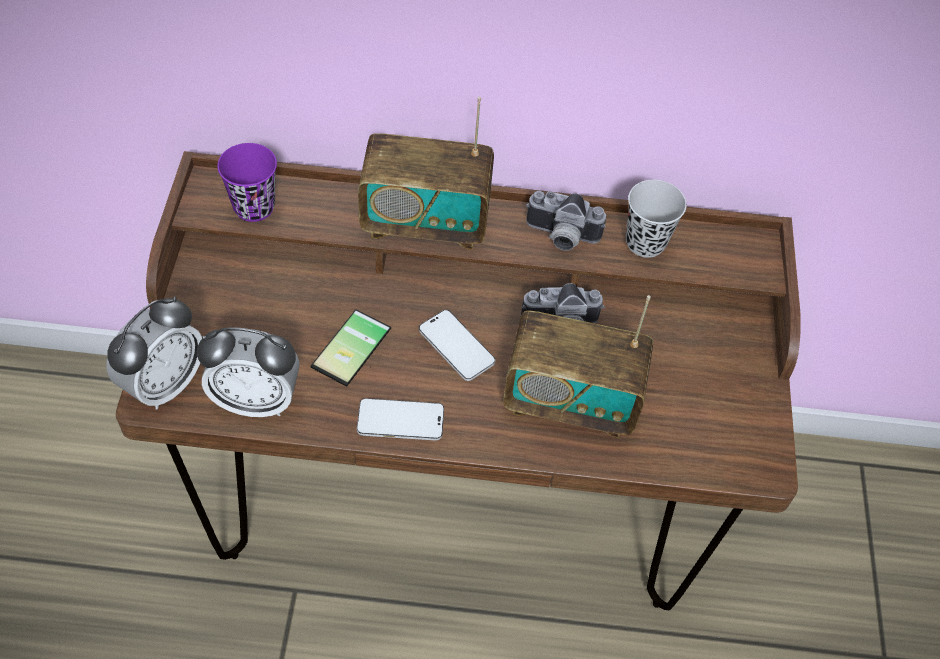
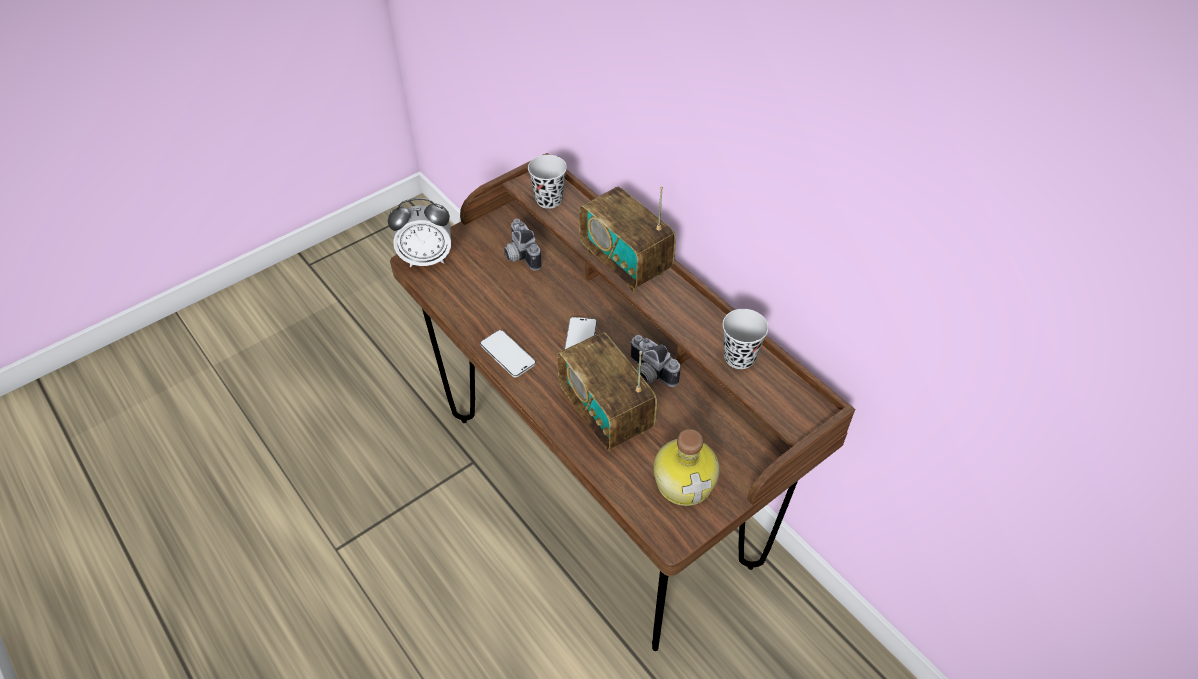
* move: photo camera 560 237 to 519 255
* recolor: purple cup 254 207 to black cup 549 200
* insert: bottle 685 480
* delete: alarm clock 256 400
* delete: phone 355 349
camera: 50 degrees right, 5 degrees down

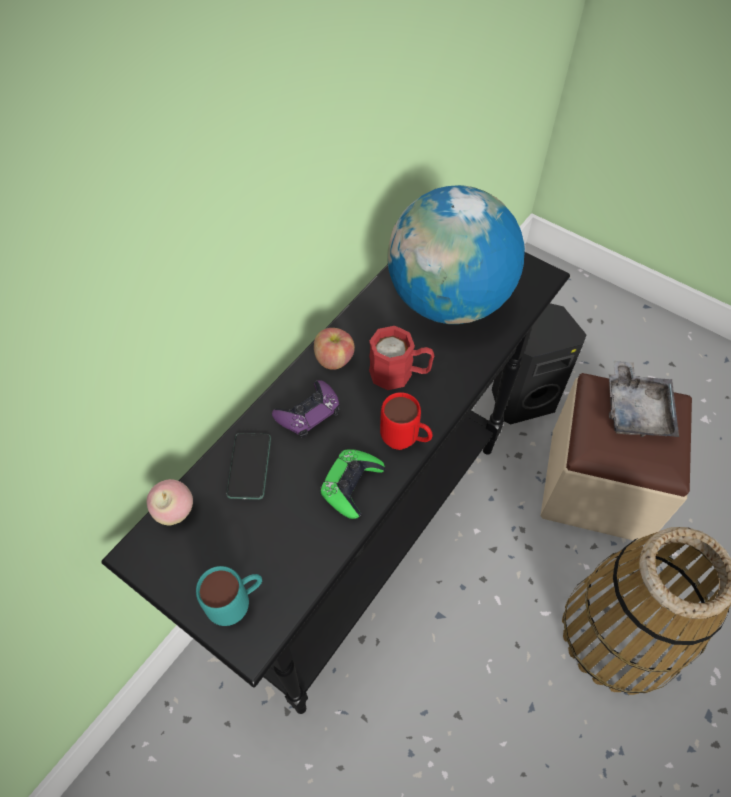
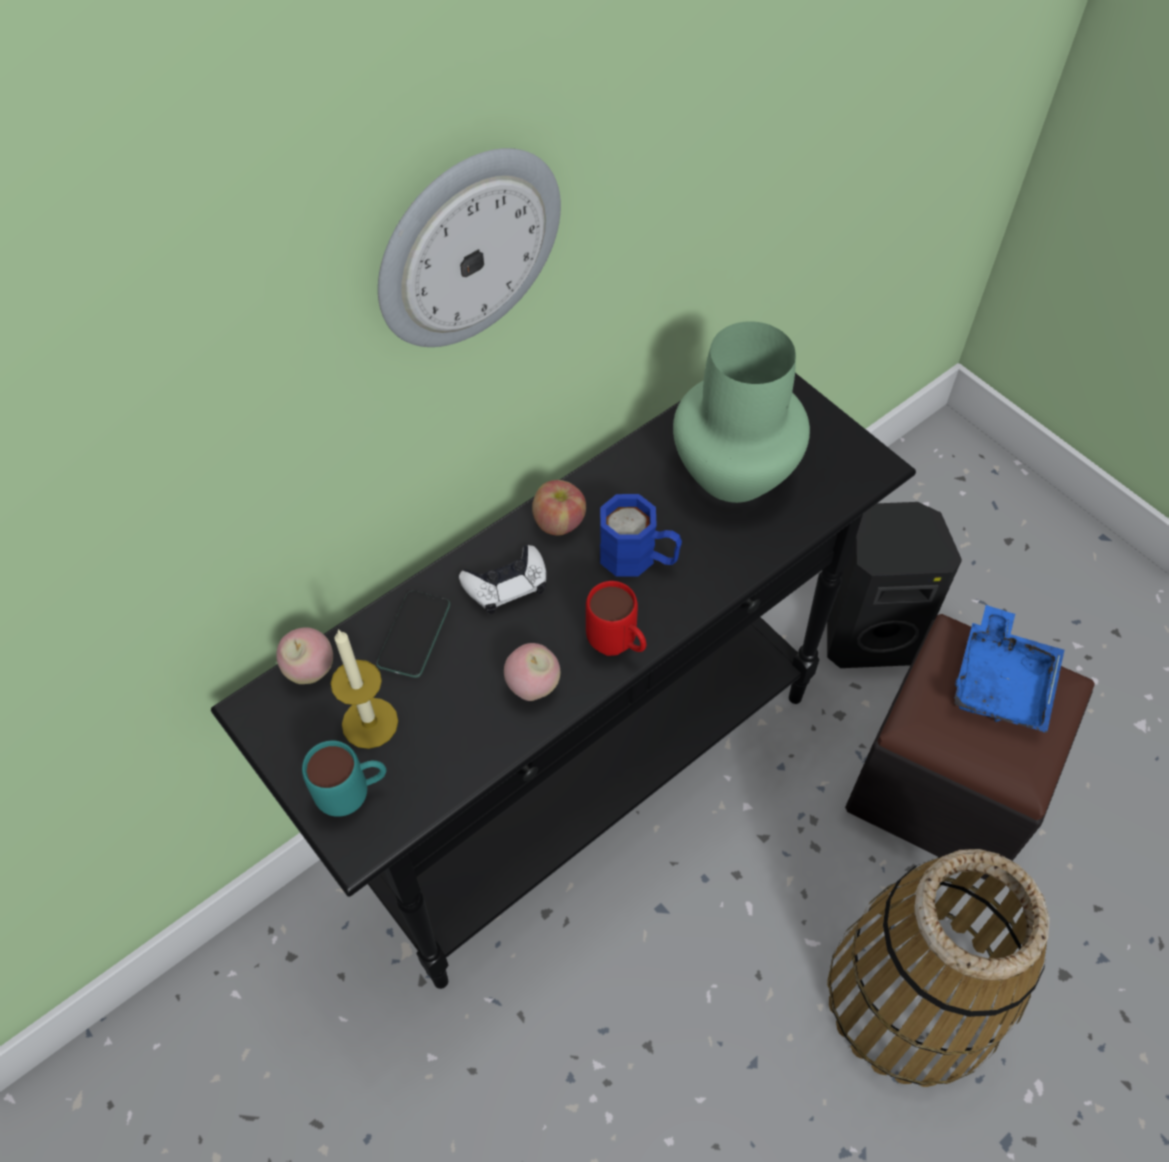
* insert: candle 370 723
* insert: wall clock 467 247
* recolor: purple game controller 308 412 to white game controller 506 584
* replace: green game controller 351 485 to apple 533 686
* recolor: red mug 400 373 to blue mug 638 558
* replace: globe 448 301 to green vase 733 474
* recolor: beige ottoman 598 484 to black ottoman 945 783
* recolor: grey tray 636 409 to blue tray 1002 682
camera: 15 degrees right, 0 degrees up

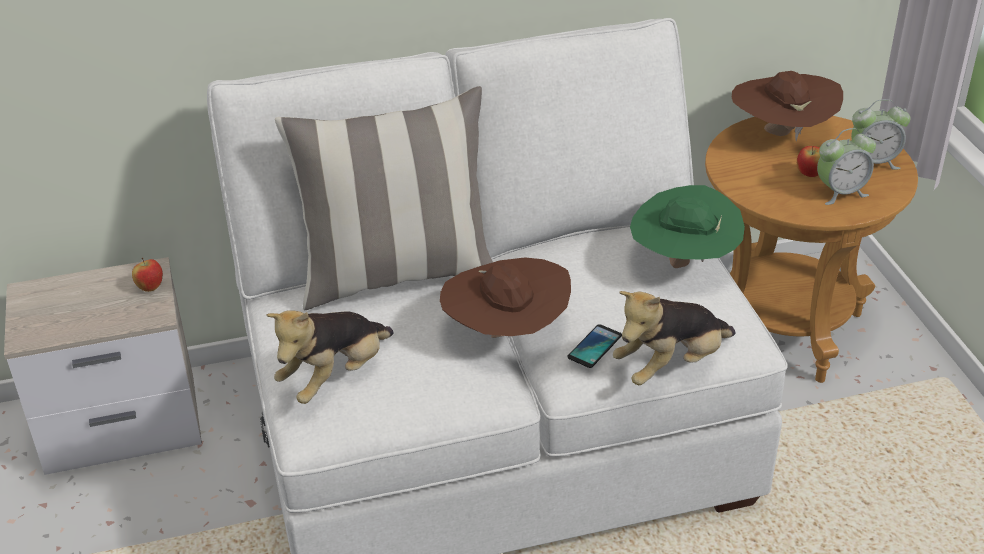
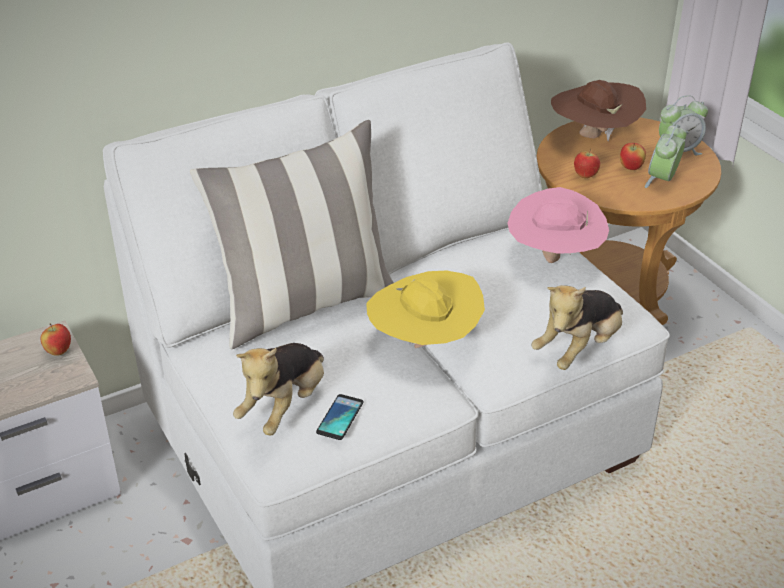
* move: phone 594 347 to 340 417
* recolor: brown hat 506 334 to yellow hat 425 343
* recolor: green hat 683 263 to pink hat 554 258
* insert: apple 585 176
* rotate: alarm clock 840 193 = 662 180 150 degrees clockwise
camera: 15 degrees left, 0 degrees up

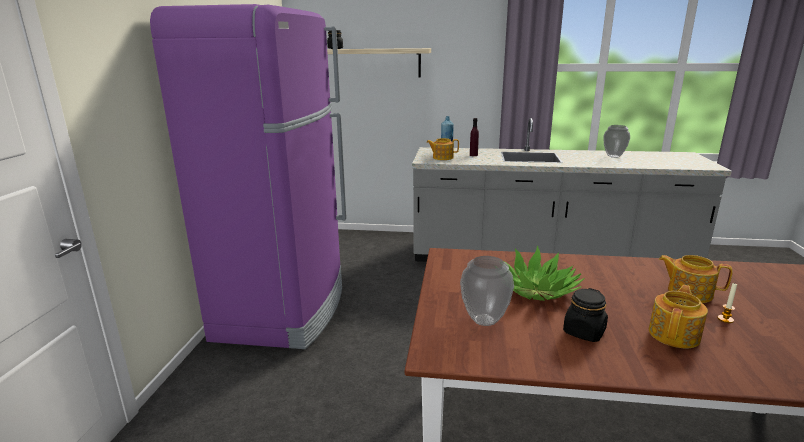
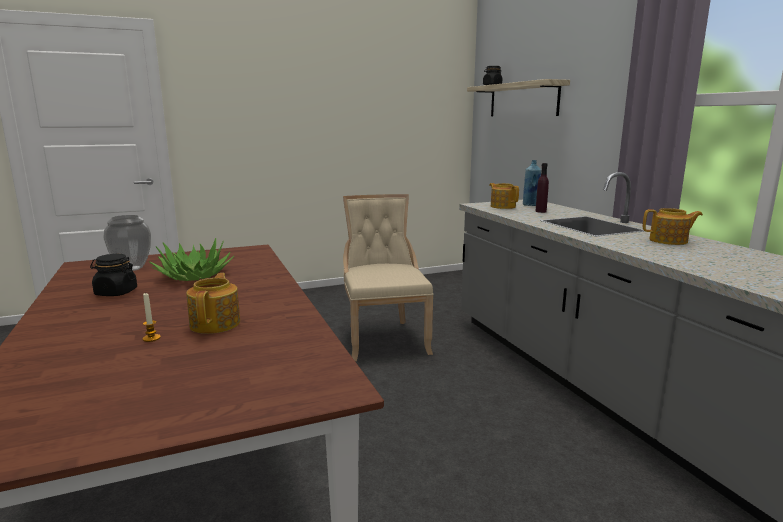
* insert: beige chair 384 338
* move: teapot 675 334 to 669 241
* delete: purple fridge 284 310
* delete: vase 613 156
camera: 60 degrees right, 5 degrees down

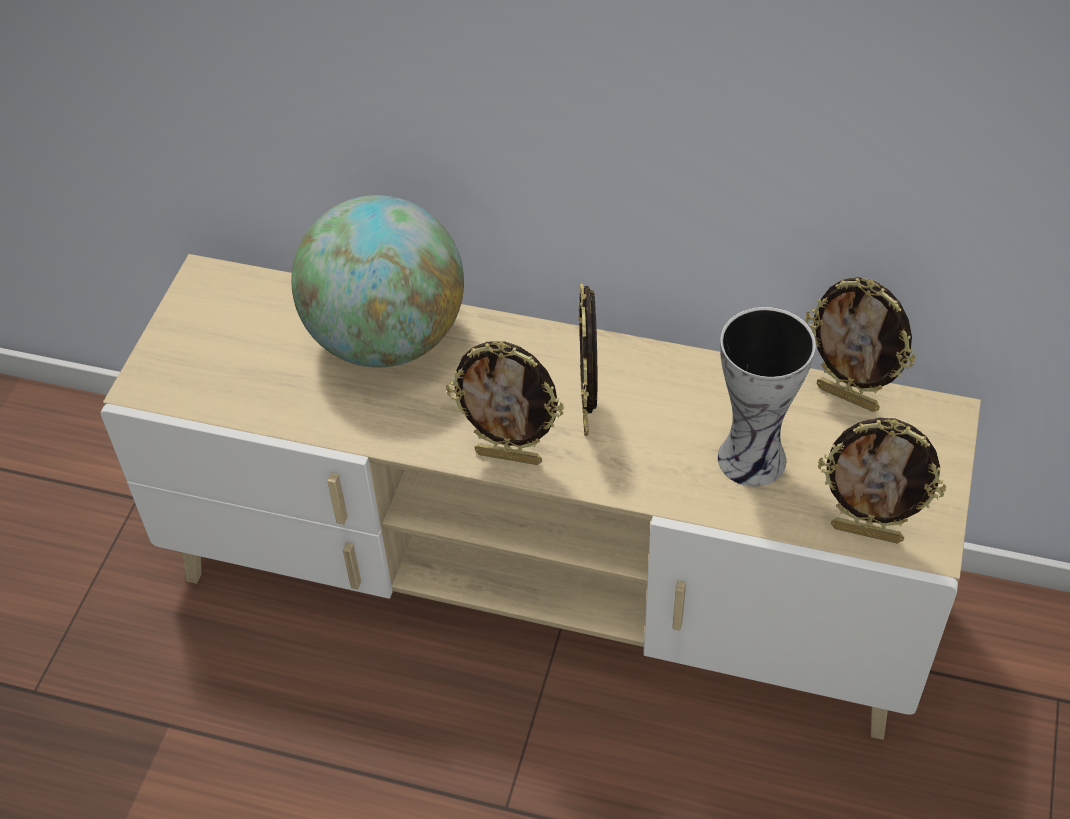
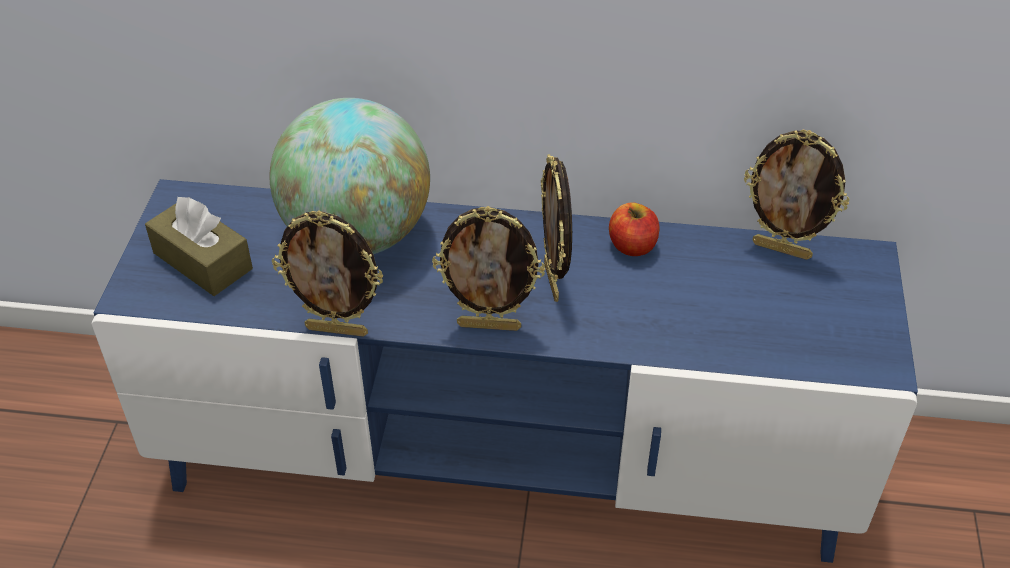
* recolor: beige tv stand 542 583 to blue tv stand 505 459
* insert: brown tissue box 202 261
* move: picture frame 867 532 to 337 329
* insert: apple 632 246
* delete: vase 755 458
camera: 10 degrees left, 5 degrees down

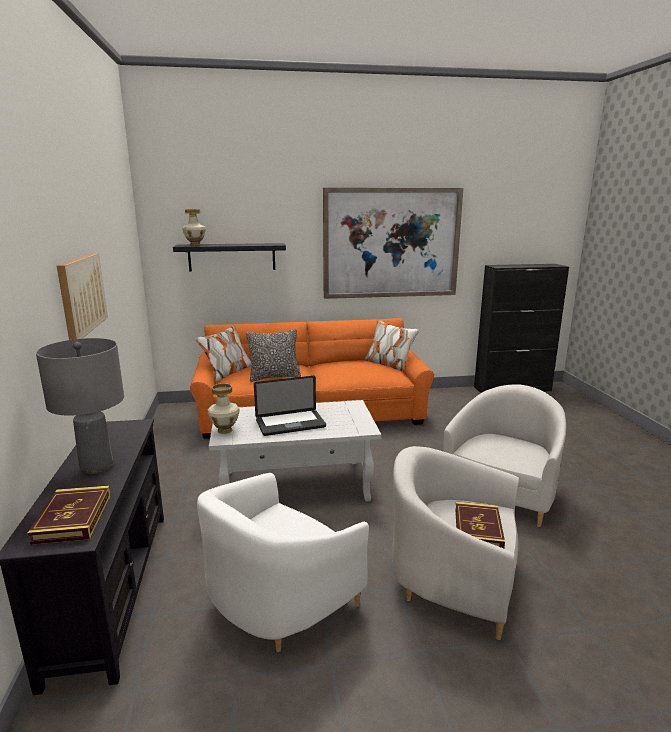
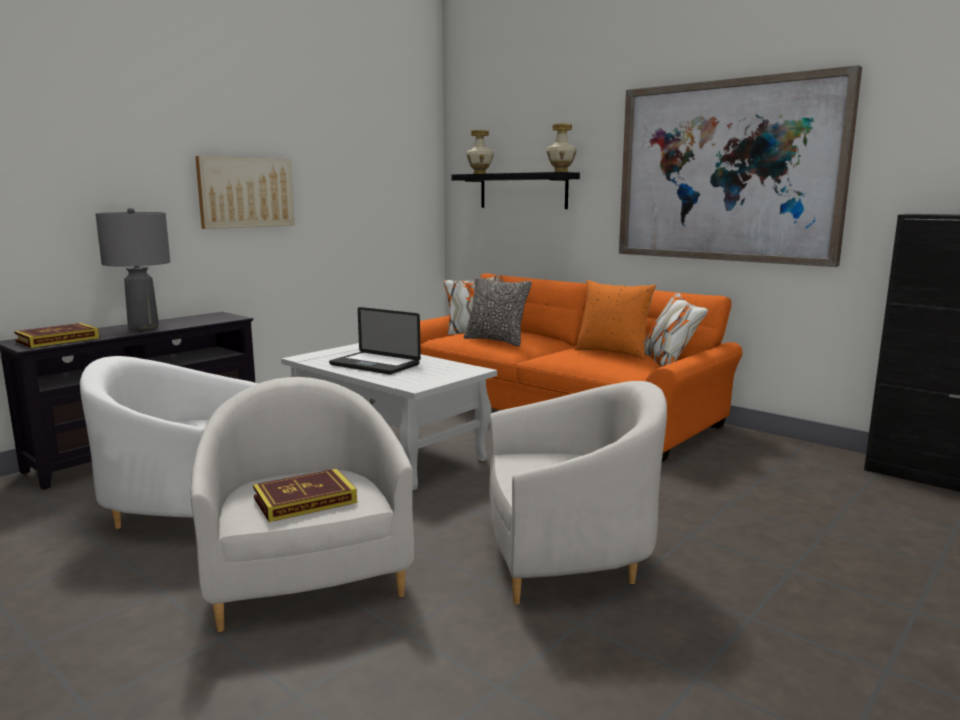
* move: vase 224 430 to 560 172
* insert: orange pillow 613 352
camera: 50 degrees right, 5 degrees down

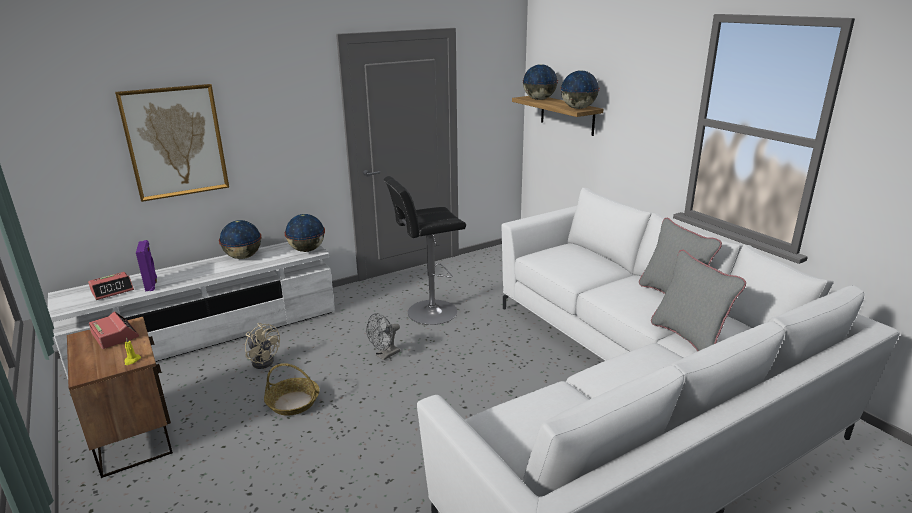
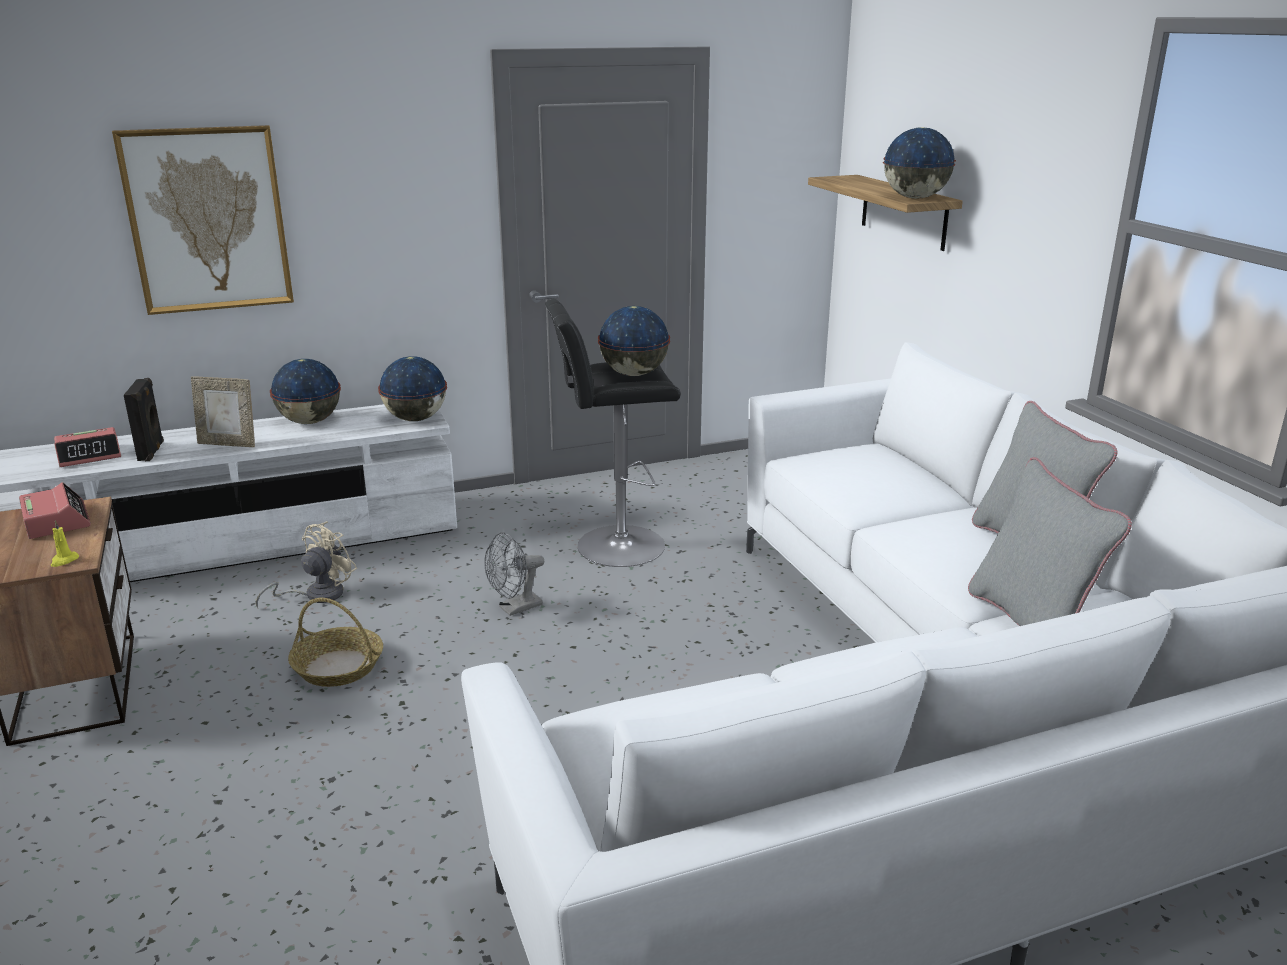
* recolor: purple speaker 152 284 to black speaker 152 451
* insert: picture frame 228 444
* rotate: beige fan 264 360 = 316 595 105 degrees counterclockwise
* move: globe 539 99 to 633 374
camera: 10 degrees right, 0 degrees up

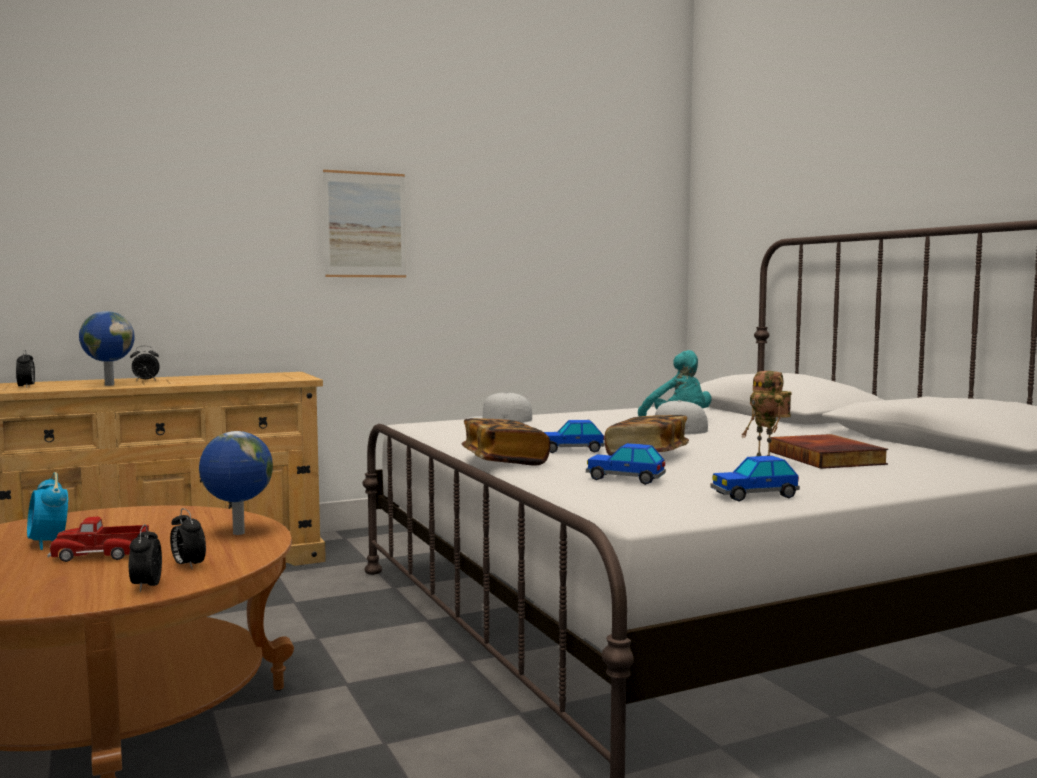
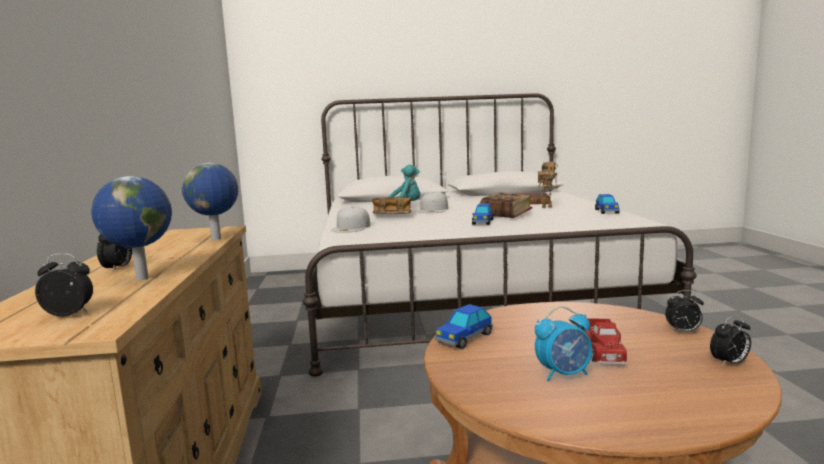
* move: globe 237 533 to 217 239
* move: book 504 461 to 392 216
* move: toy car 625 479 to 464 338
* move: alarm clock 188 566 to 729 363
* delete: picture 365 225
camera: 70 degrees left, 5 degrees up

